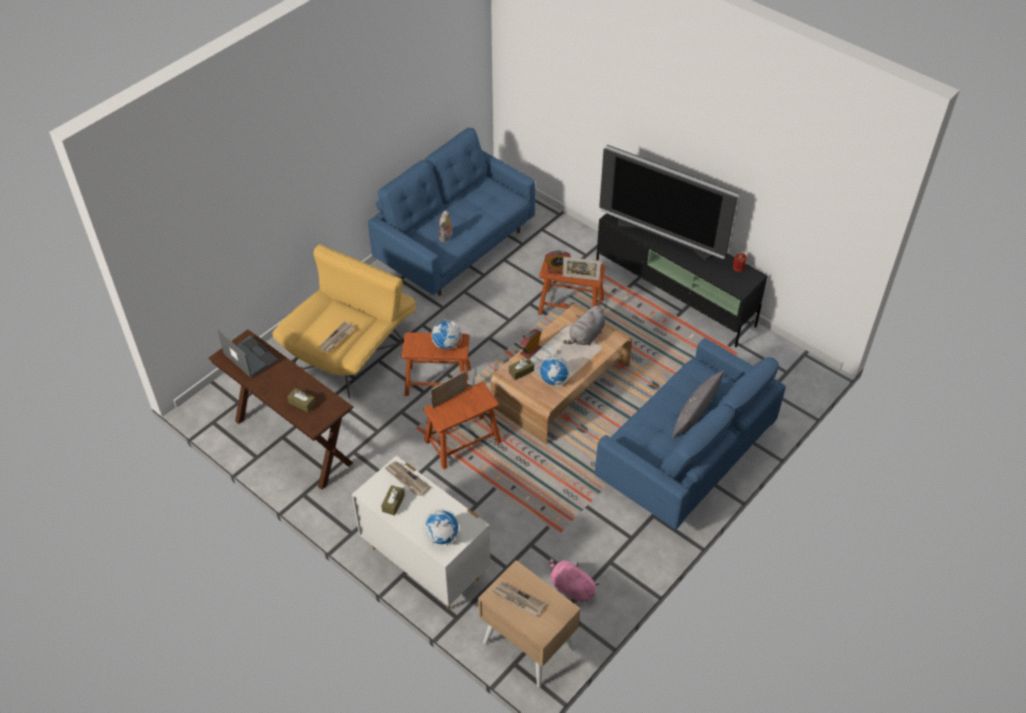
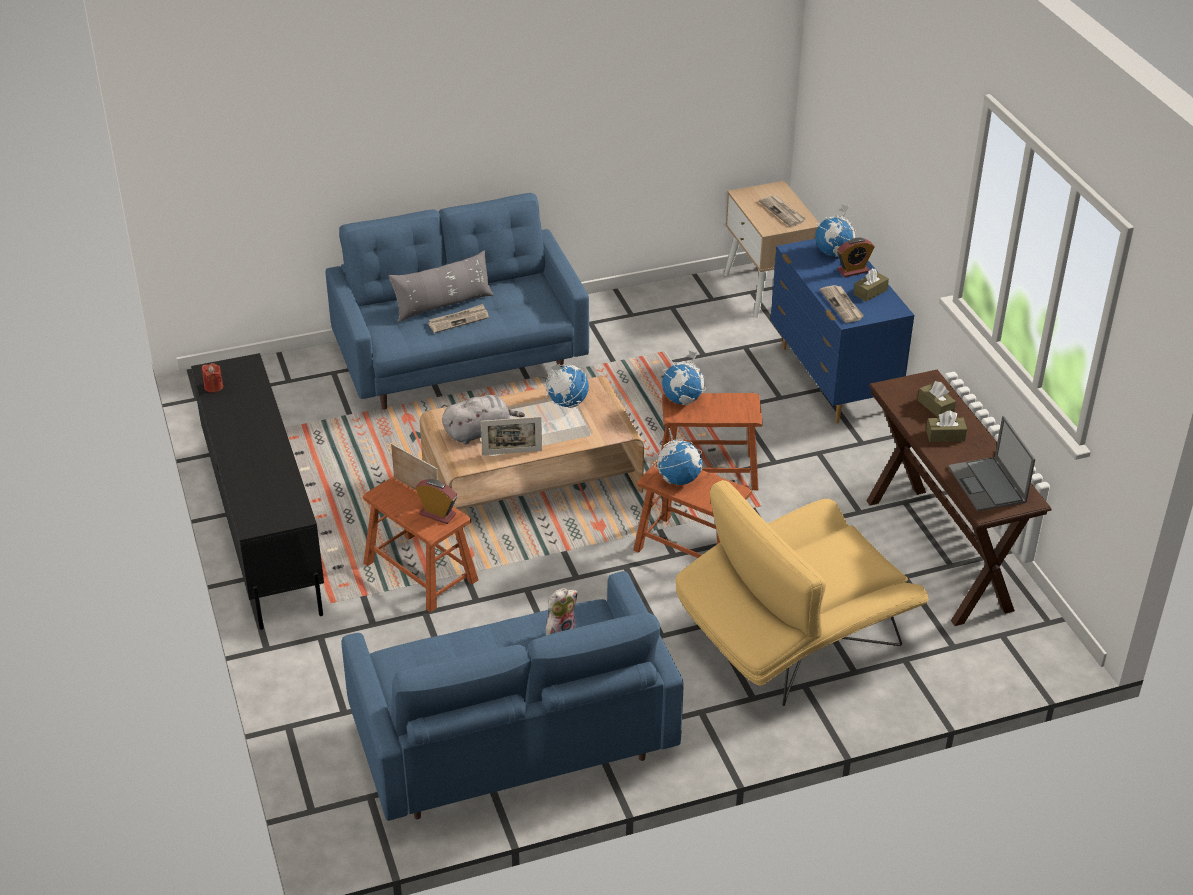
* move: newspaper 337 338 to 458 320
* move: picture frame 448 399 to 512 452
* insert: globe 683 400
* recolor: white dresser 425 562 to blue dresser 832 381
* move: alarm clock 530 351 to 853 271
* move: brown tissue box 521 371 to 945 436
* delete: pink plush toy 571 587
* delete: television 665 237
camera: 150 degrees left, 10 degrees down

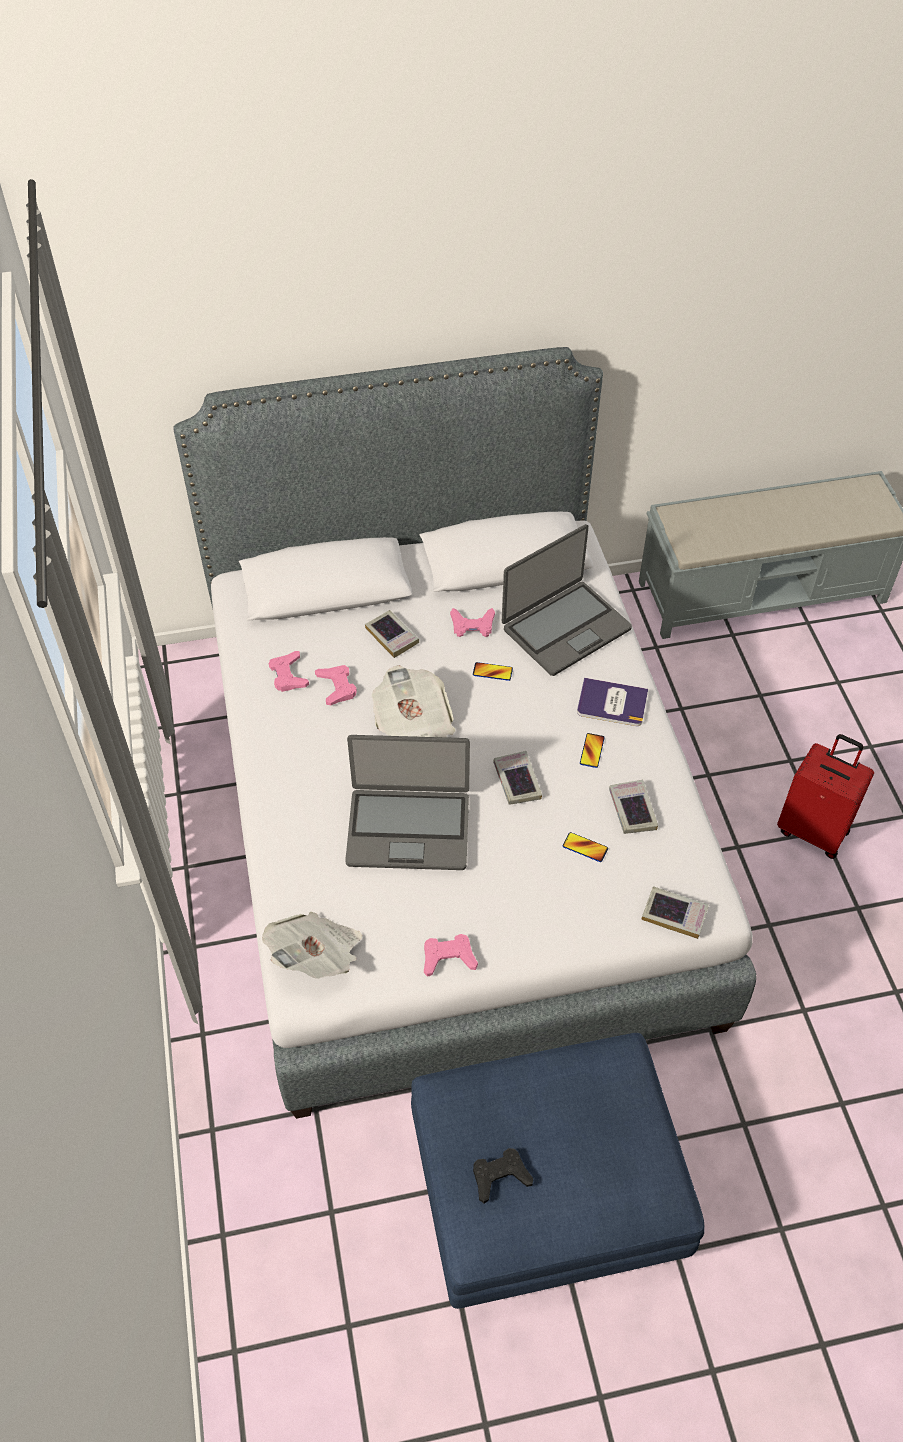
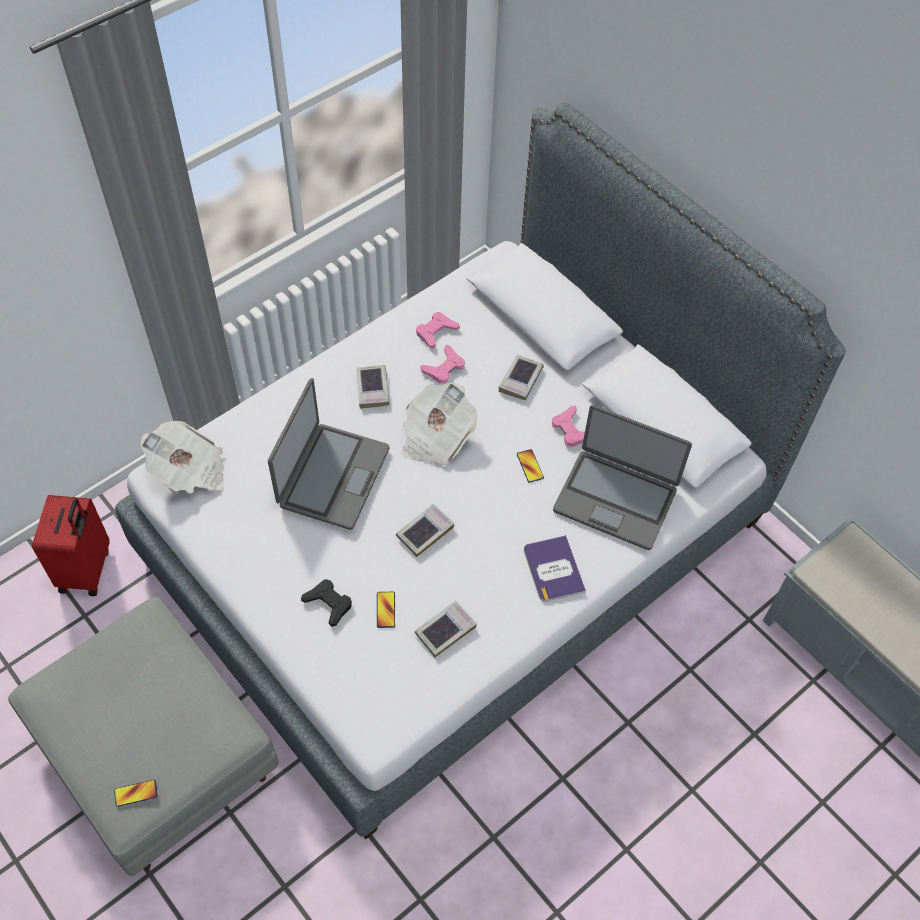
* recolor: blue ottoman 548 1192 to grey ottoman 160 756
* move: red suitcase 813 830 to 87 570
* move: phone 592 751 to 136 793
* rotate: laptop 408 828 = 332 476 135 degrees counterclockwise
* move: black game controller 500 1176 to 328 604
* move: book 674 914 to 373 389
* delete: pink game controller 448 957
camera: 60 degrees right, 5 degrees up

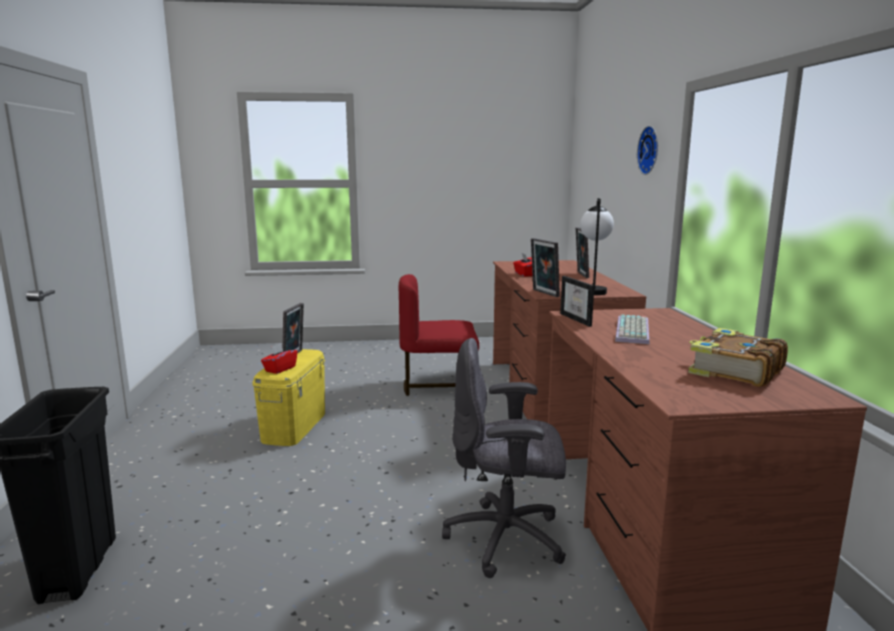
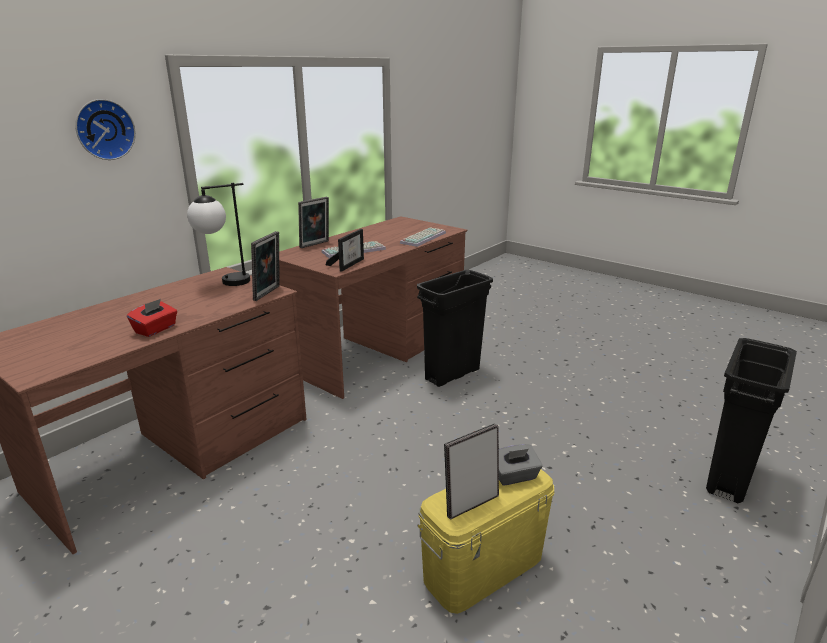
* move: picture frame 581 275 to 315 245
* insert: keyboard 423 237
* replace: grey office chair 507 539 to black trash can 452 374
* recolor: red tissue box 280 369 to grey tissue box 514 476
* delete: red chair 439 386
* delete: book 734 371
camera: 135 degrees left, 10 degrees up

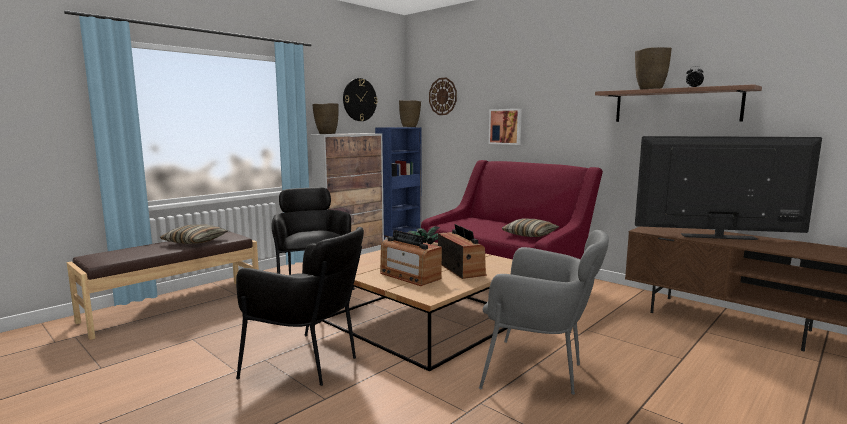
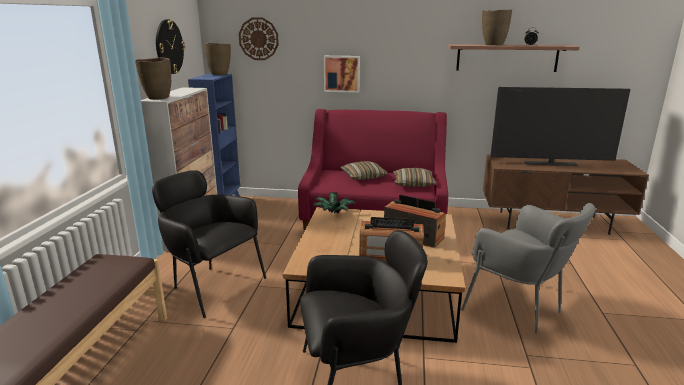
* move: pillow 195 242 to 363 176
* rotate: grey armchair 538 371 = 519 309 60 degrees clockwise
* rotate: television 718 237 = 550 164 150 degrees counterclockwise
camera: 35 degrees left, 10 degrees up

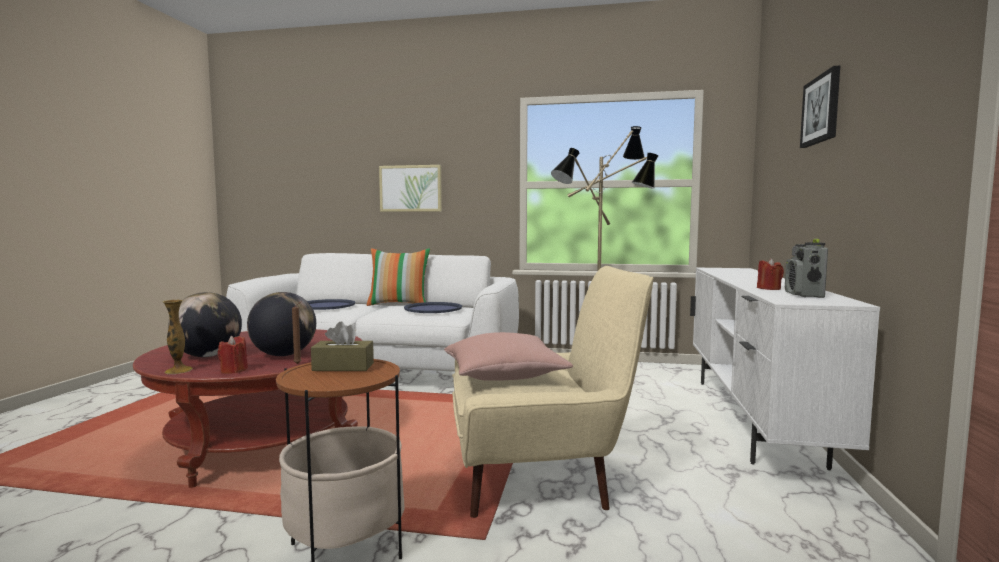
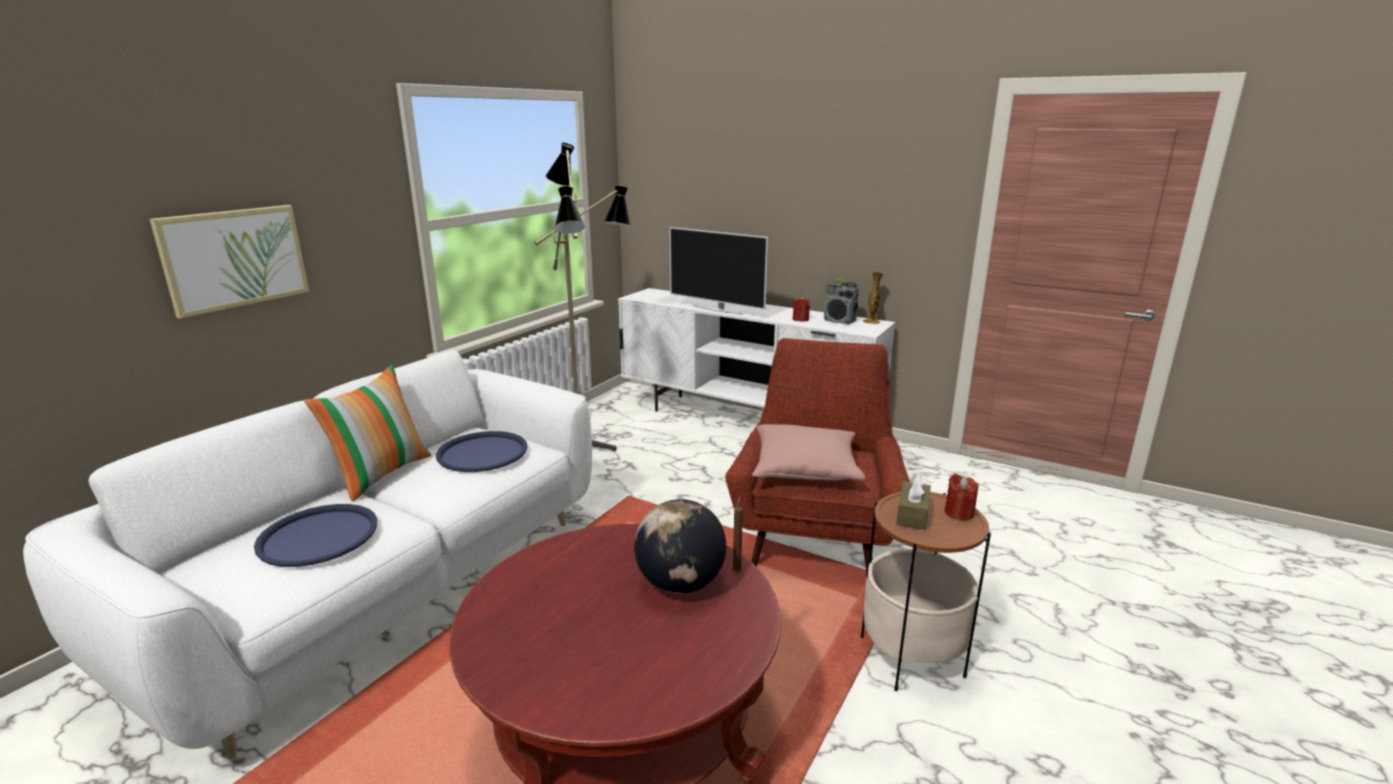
* insert: television 718 310
* recolor: beige armchair 540 479 to red armchair 815 537
* move: vase 178 370 to 871 321
* move: red candle 234 370 to 959 513
* delete: globe 207 356
* delete: picture 821 109
camera: 70 degrees left, 15 degrees up

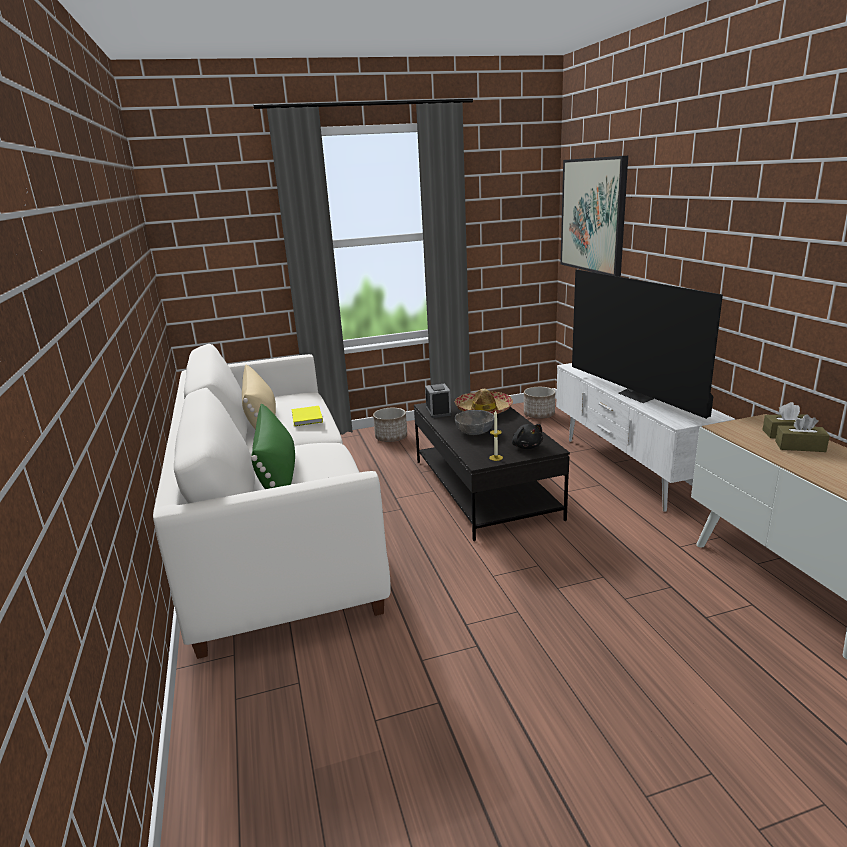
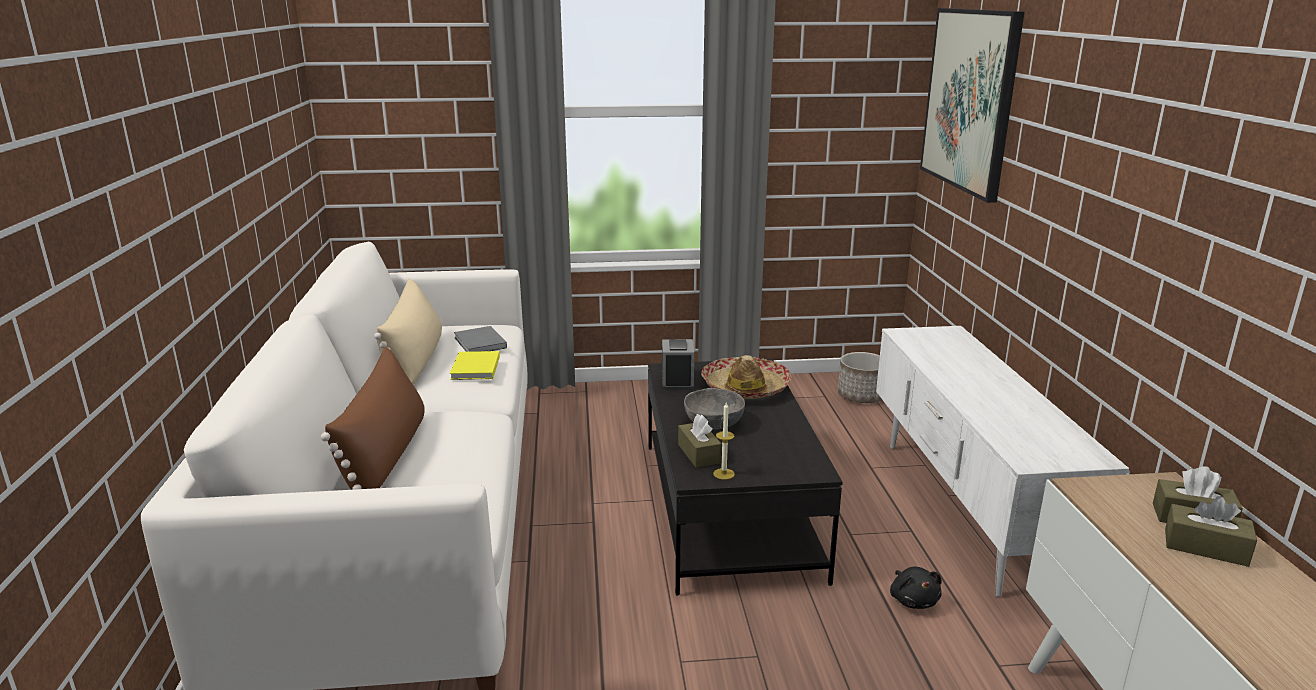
* recolor: green pillow 278 474 to brown pillow 385 456
* insert: grey book 480 343
* insert: brown tissue box 699 453
* move: black plush toy 526 446 to 913 600
* delete: planter 391 437
* delete: television 639 396
camera: 10 degrees right, 0 degrees up

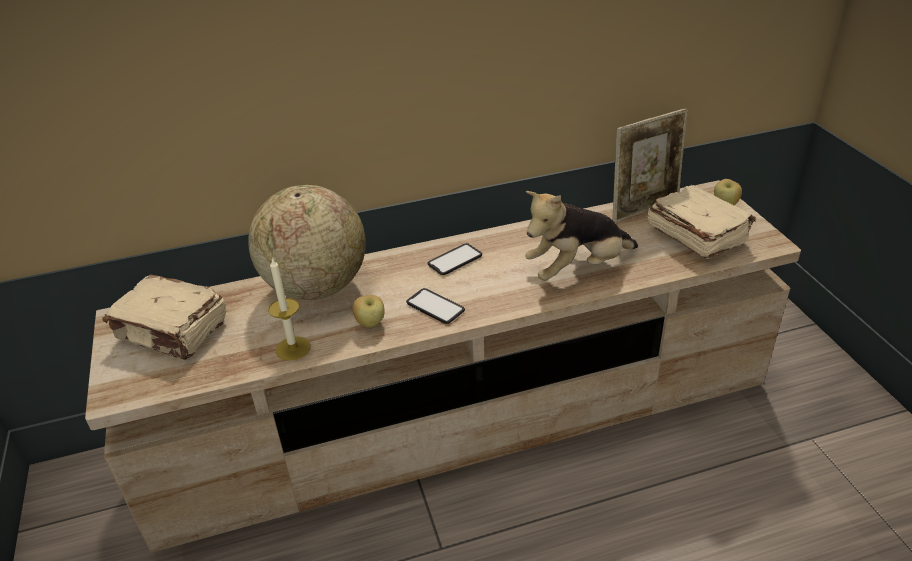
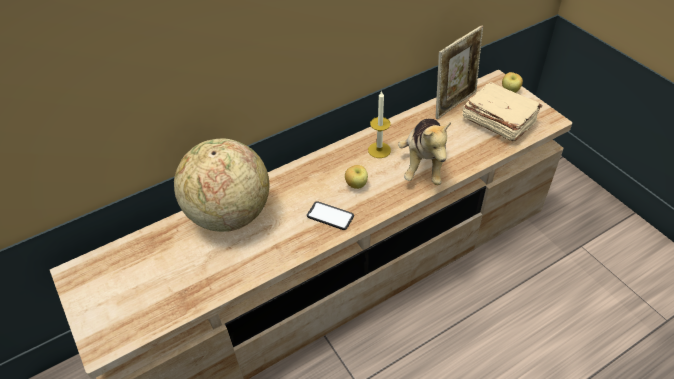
* move: apple 371 323 to 356 185
* move: candle 293 348 to 379 150
* rotate: plush toy 577 269 = 424 164 45 degrees counterclockwise
* delete: beige book 173 331
* delete: phone 455 260
camera: 15 degrees left, 10 degrees up

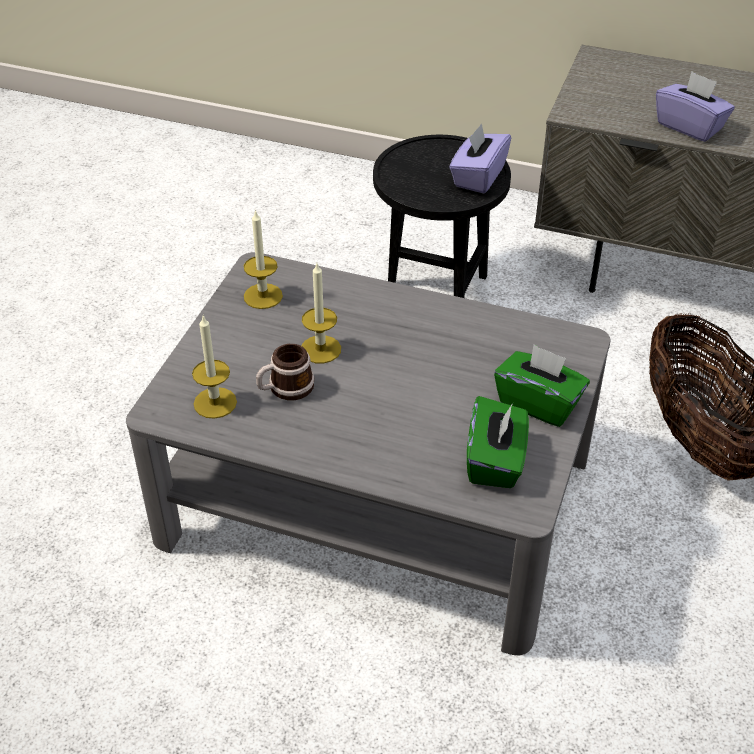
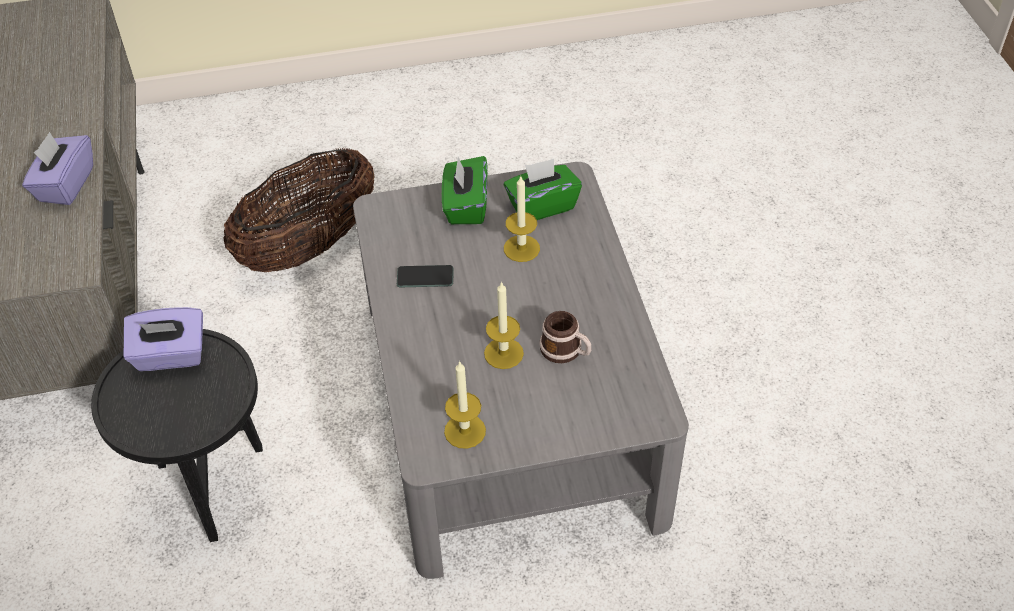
* insert: phone 425 277
* move: candle 215 403 to 521 248
camera: 120 degrees left, 5 degrees up

